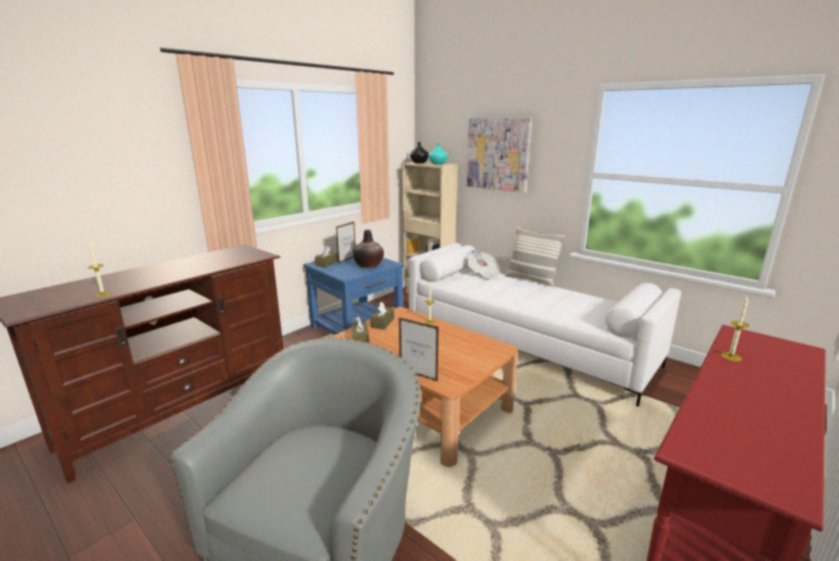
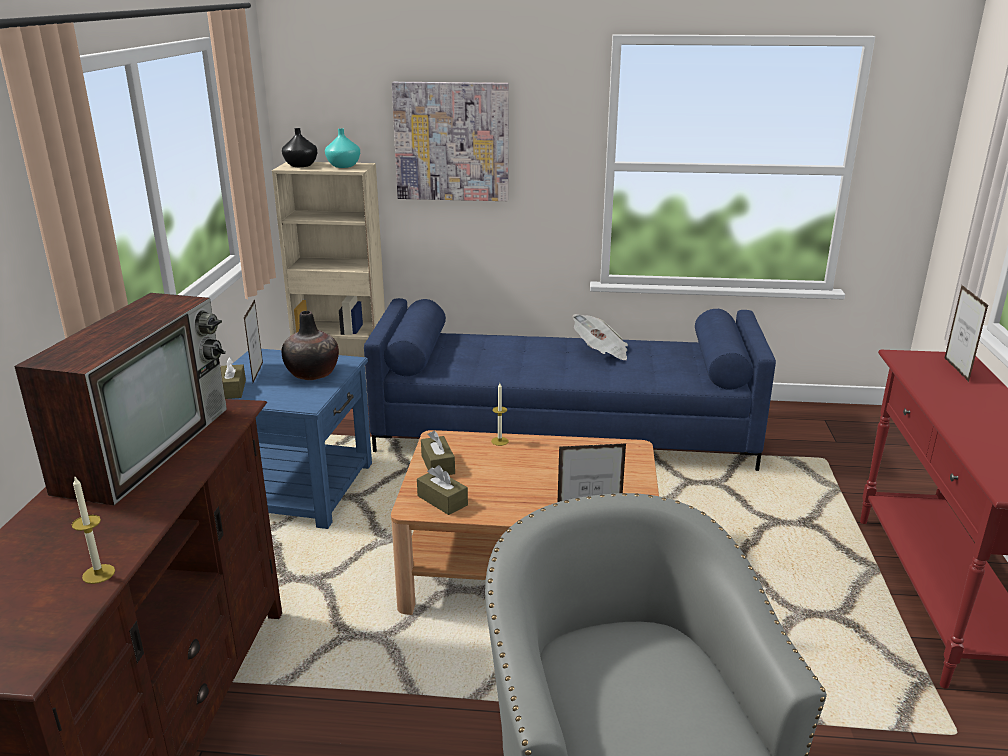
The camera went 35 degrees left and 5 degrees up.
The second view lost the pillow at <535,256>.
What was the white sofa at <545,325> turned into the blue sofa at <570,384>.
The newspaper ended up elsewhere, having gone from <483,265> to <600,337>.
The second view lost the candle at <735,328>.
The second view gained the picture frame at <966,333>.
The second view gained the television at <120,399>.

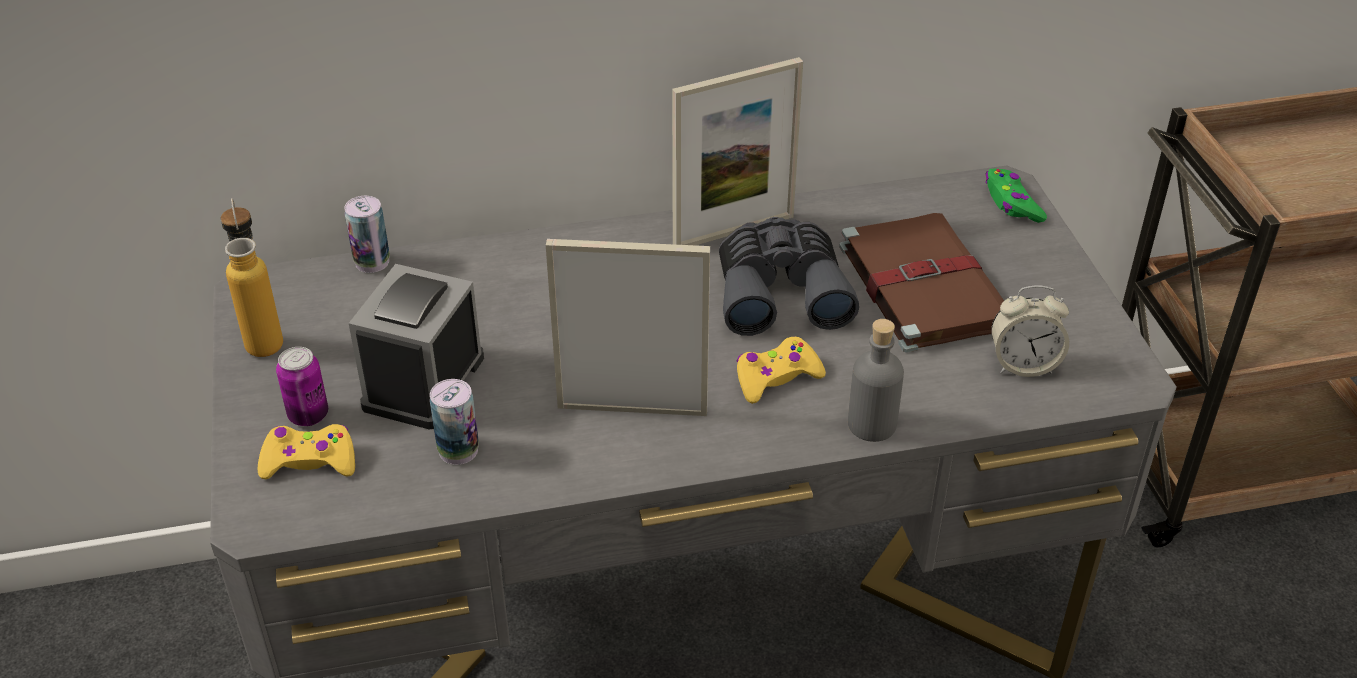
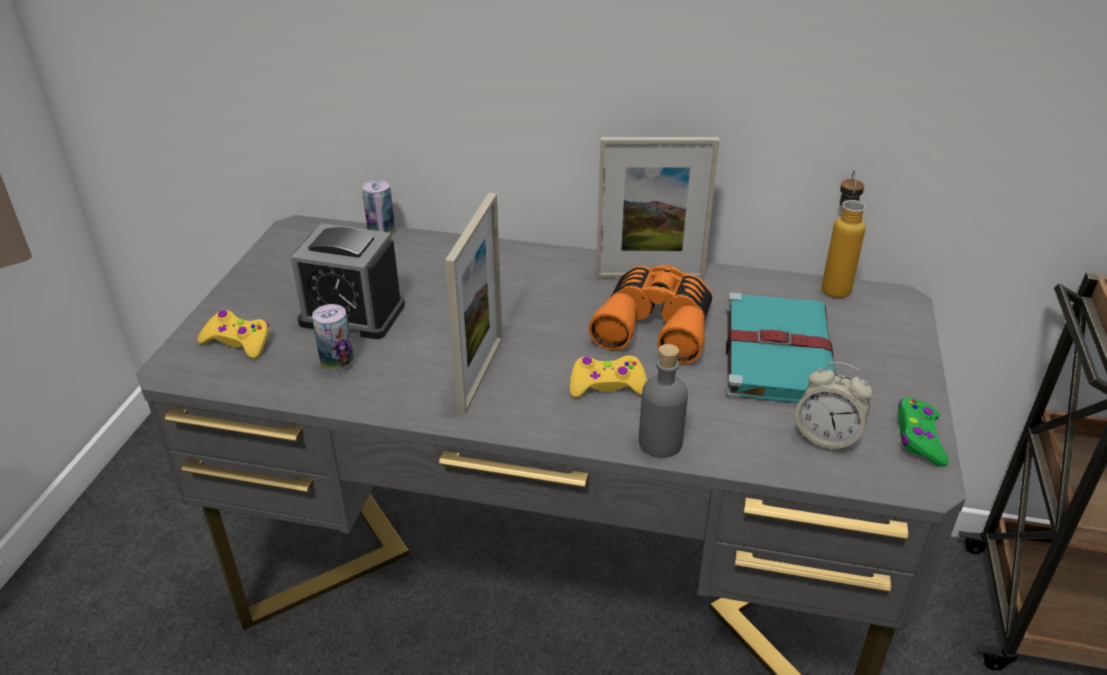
The camera went 25 degrees right and 5 degrees down.
The green game controller ended up elsewhere, having gone from <1016,195> to <923,432>.
The bottle ended up elsewhere, having gone from <252,277> to <844,234>.
What was the brown book at <921,283> turned into the turquoise book at <781,347>.
What was the grey binoculars at <789,276> turned into the orange binoculars at <650,314>.
The picture frame at <628,327> ended up facing another way, 75 degrees clockwise from before.
The alarm clock at <416,347> ended up facing another way, 120 degrees counterclockwise from before.
The second view lost the can at <302,386>.

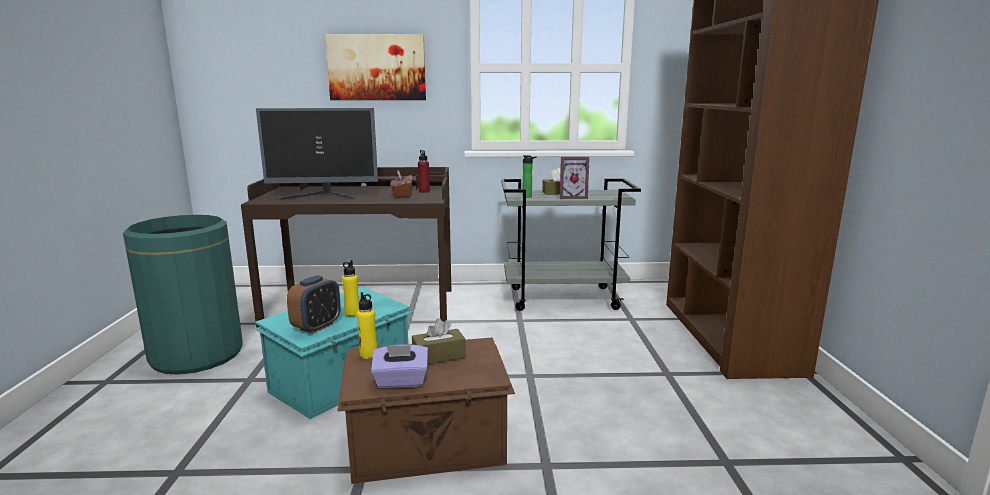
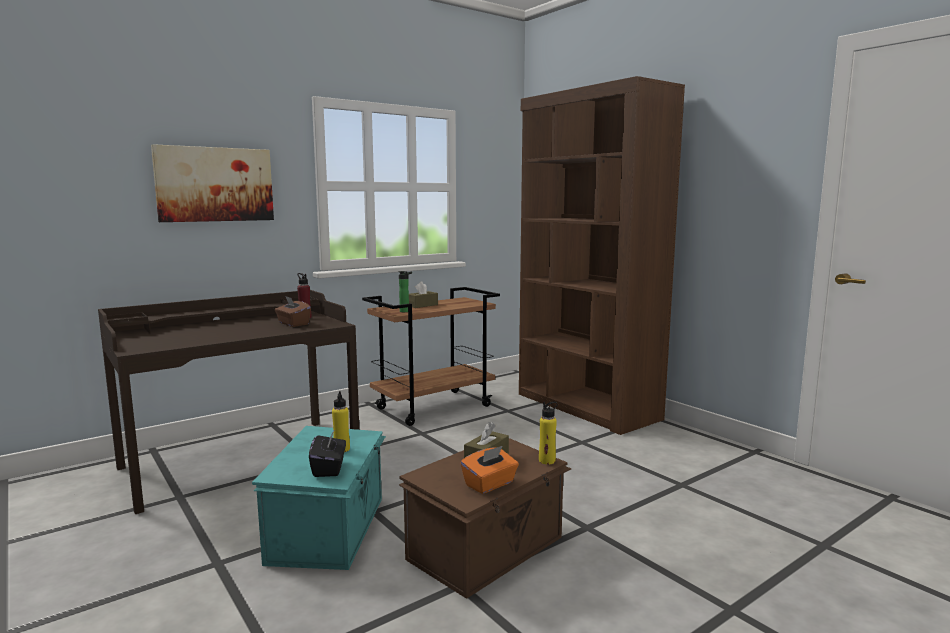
The camera went 35 degrees left and 5 degrees down.
The second view lost the monitor at <317,154>.
The second view lost the picture frame at <575,178>.
What was the grey cart at <571,244> turned into the brown cart at <431,356>.
The second view lost the green trash can at <183,295>.
Where the alarm clock stood at <314,304>, the black tissue box came to stand at <327,453>.
The yellow bottle ended up elsewhere, having gone from <367,325> to <548,433>.
What was the purple tissue box at <399,366> turned into the orange tissue box at <490,470>.

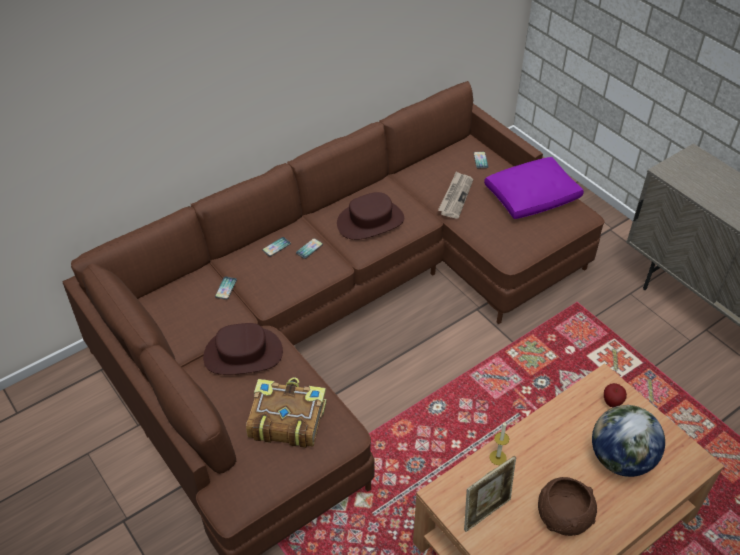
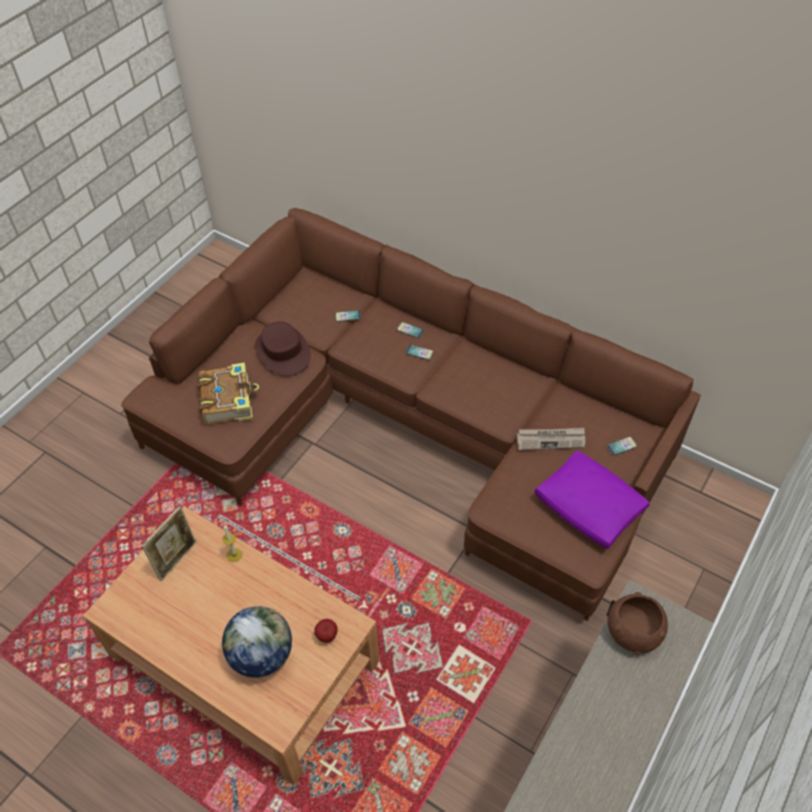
The camera went 70 degrees right and 5 degrees up.
The second view lost the brown hat at <370,216>.
The picture frame at <490,494> ended up facing another way, 90 degrees counterclockwise from before.
The brown bowl ended up elsewhere, having gone from <567,506> to <637,623>.

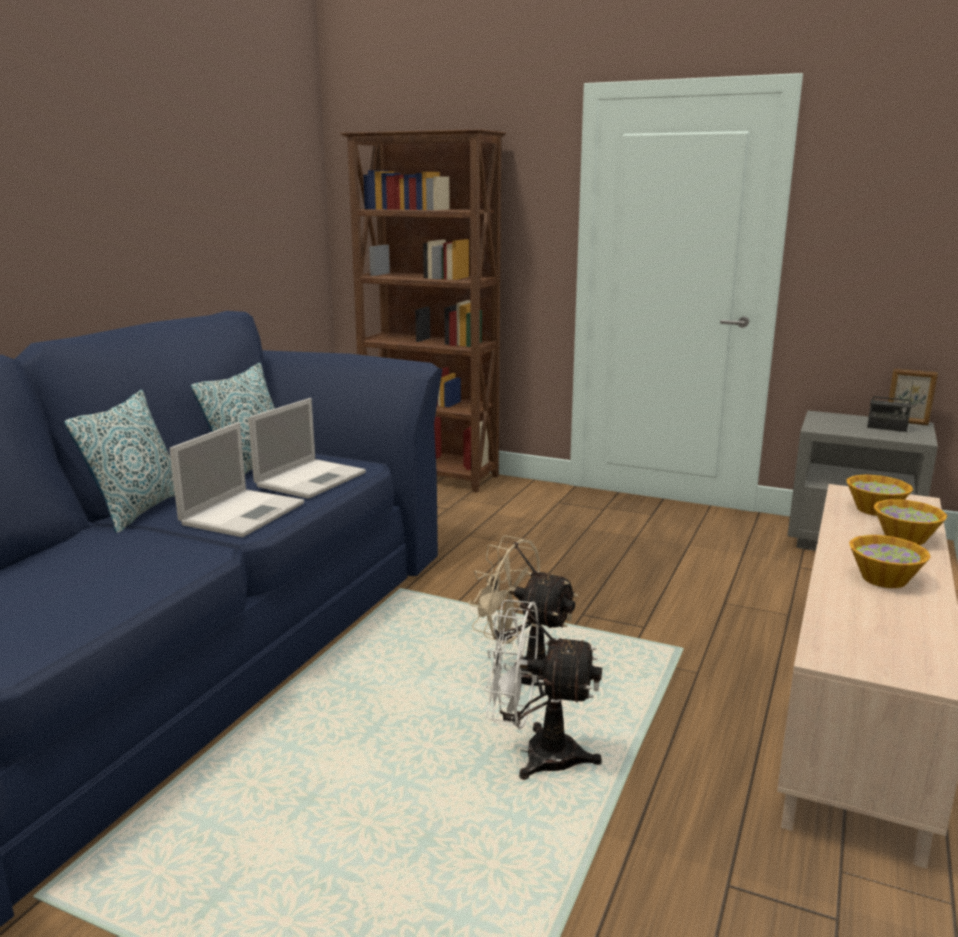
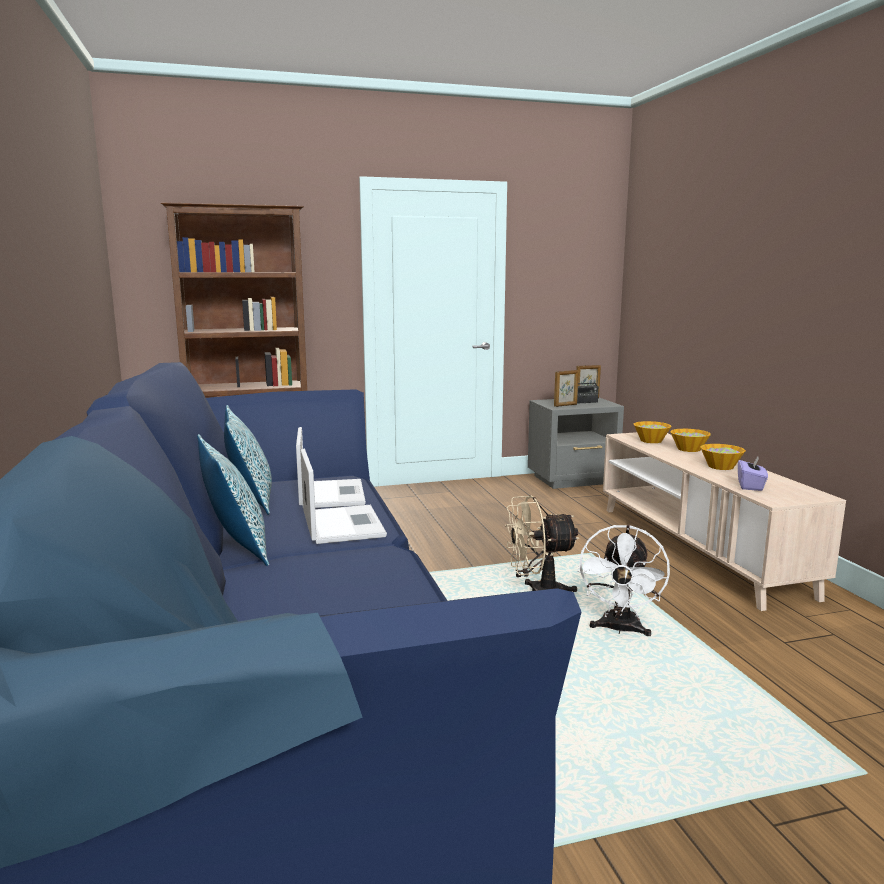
The camera went 40 degrees left and 5 degrees down.
The white fan at <543,690> ended up facing another way, 45 degrees counterclockwise from before.
The second view gained the picture frame at <566,388>.
The second view gained the purple tissue box at <753,473>.

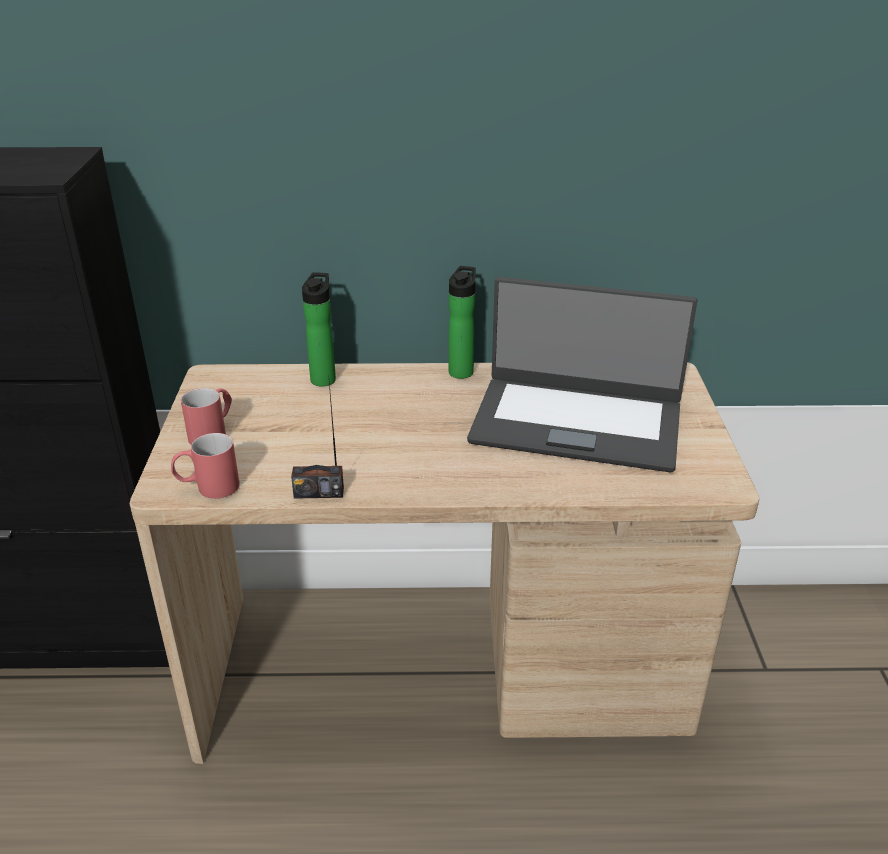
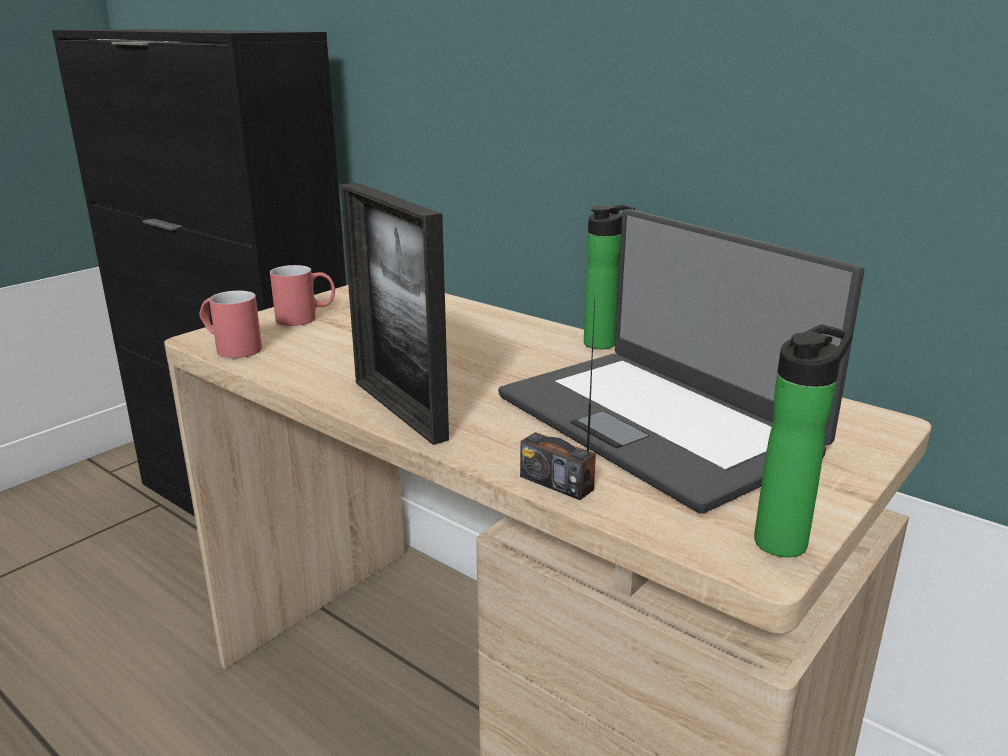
The camera went 40 degrees right and 10 degrees down.
The bottle ended up elsewhere, having gone from <319,329> to <803,441>.
The radio ended up elsewhere, having gone from <317,440> to <558,399>.
The second view gained the picture frame at <395,314>.

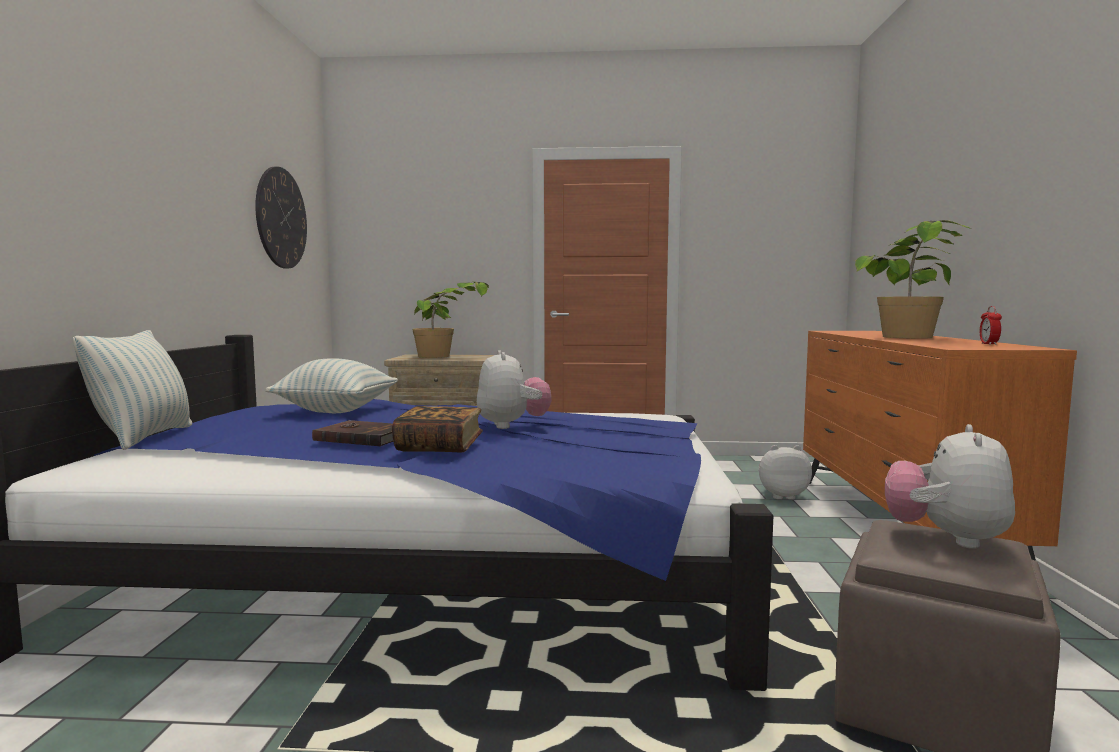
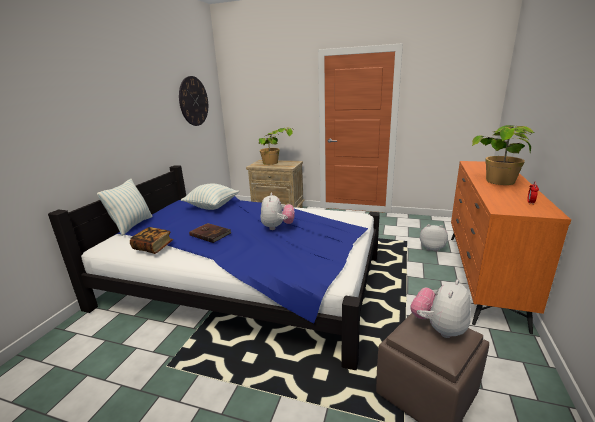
The camera went 15 degrees right and 15 degrees up.
The book ended up elsewhere, having gone from <437,429> to <151,240>.

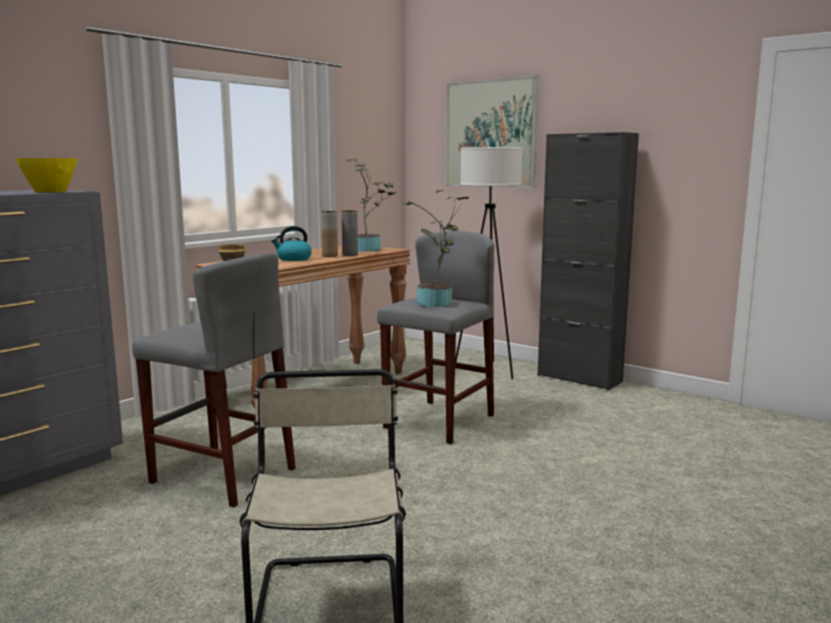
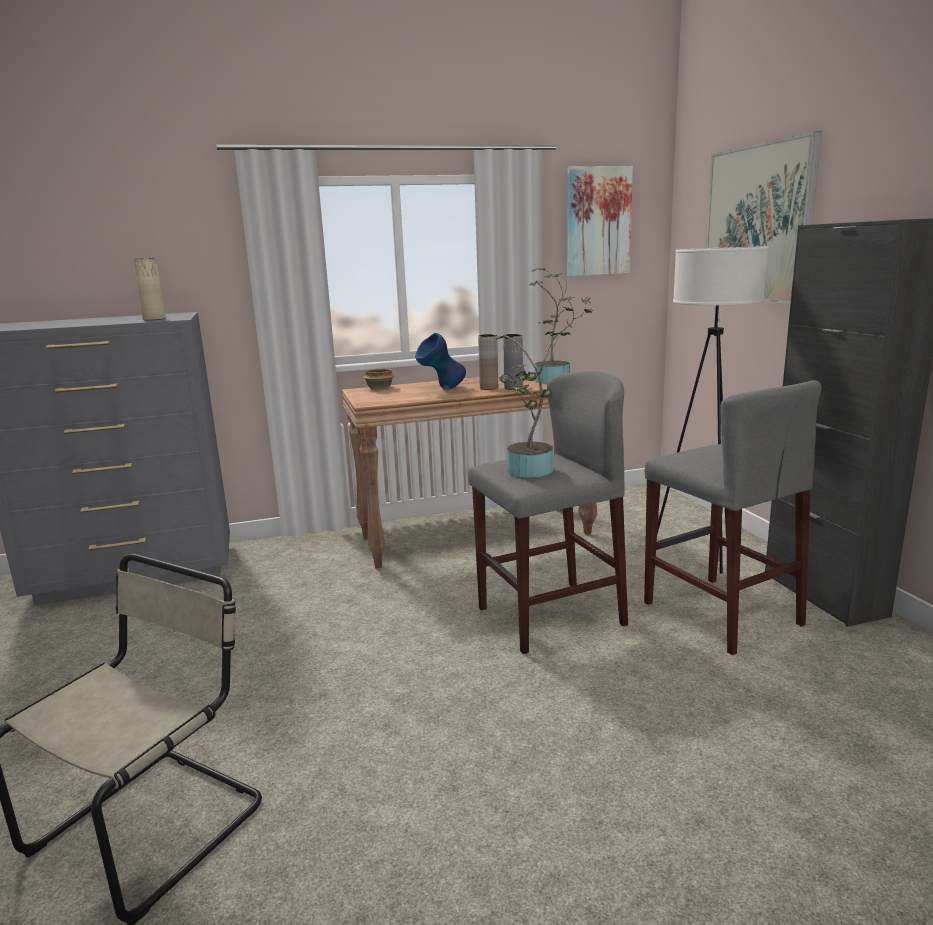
The camera went 35 degrees right and 5 degrees up.
Where the yellow bowl stood at <46,175>, the beige vase came to stand at <149,289>.
Where the kettle stood at <291,243>, the blue vase came to stand at <440,361>.
The grey stool ended up elsewhere, having gone from <214,380> to <732,517>.
The second view gained the picture at <600,221>.

